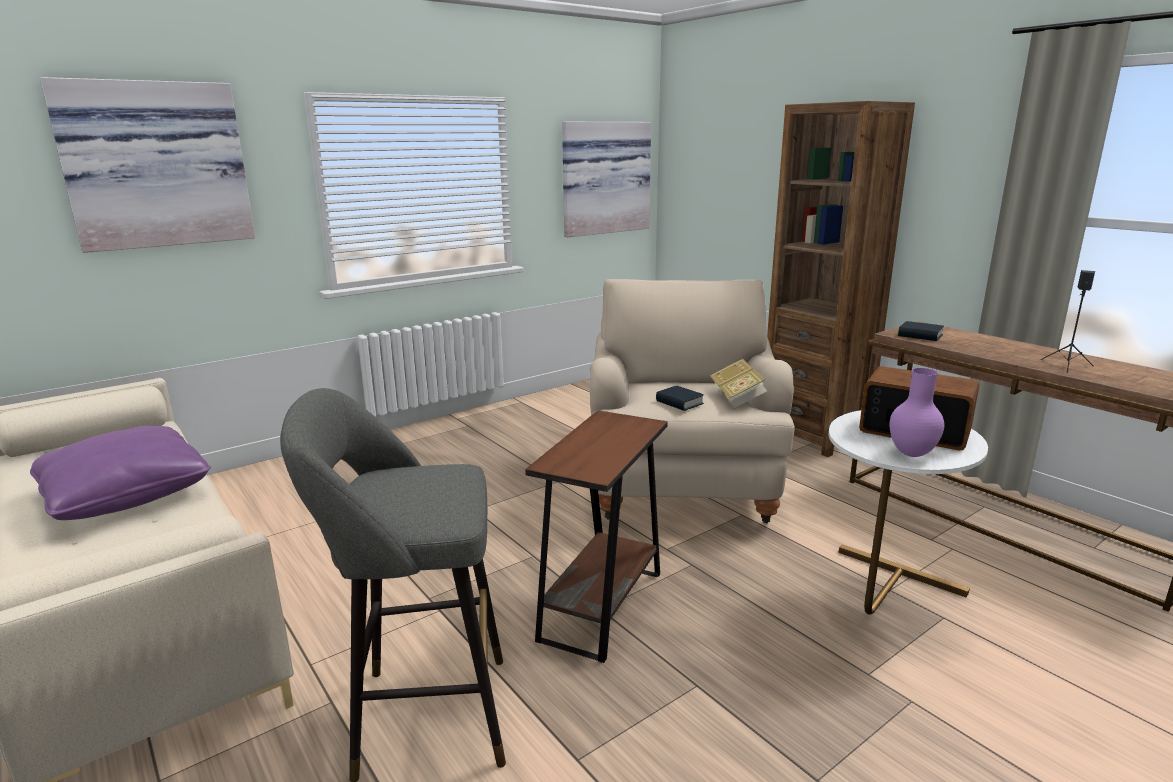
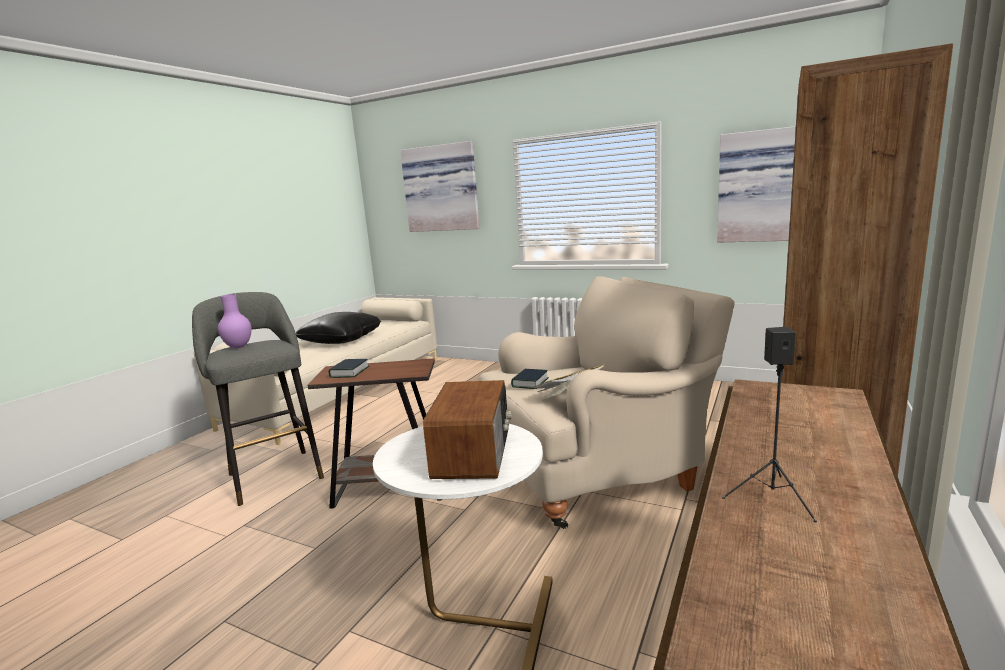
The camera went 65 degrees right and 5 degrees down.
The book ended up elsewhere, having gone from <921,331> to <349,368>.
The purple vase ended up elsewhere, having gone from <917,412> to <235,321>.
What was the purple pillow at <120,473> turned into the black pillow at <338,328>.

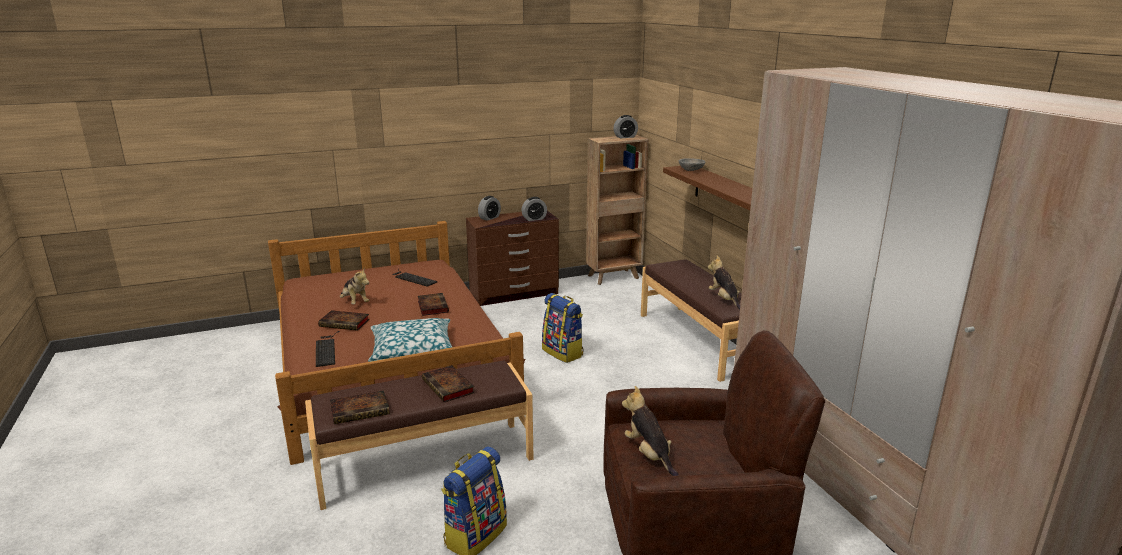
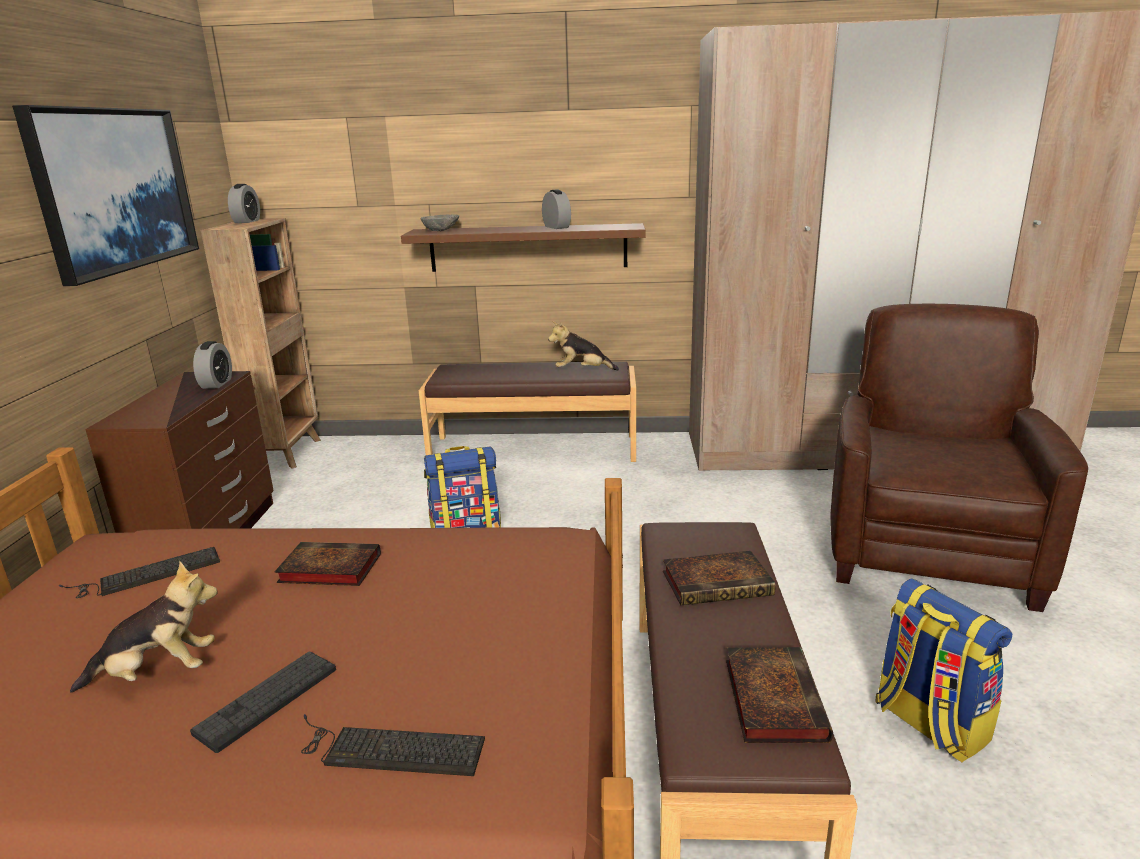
The camera went 65 degrees left and 0 degrees up.
The alarm clock ended up elsewhere, having gone from <489,208> to <556,209>.
Where the book stood at <344,320>, the keyboard came to stand at <263,702>.
The second view lost the pillow at <410,340>.
The second view lost the plush toy at <650,431>.
The second view gained the picture at <105,195>.

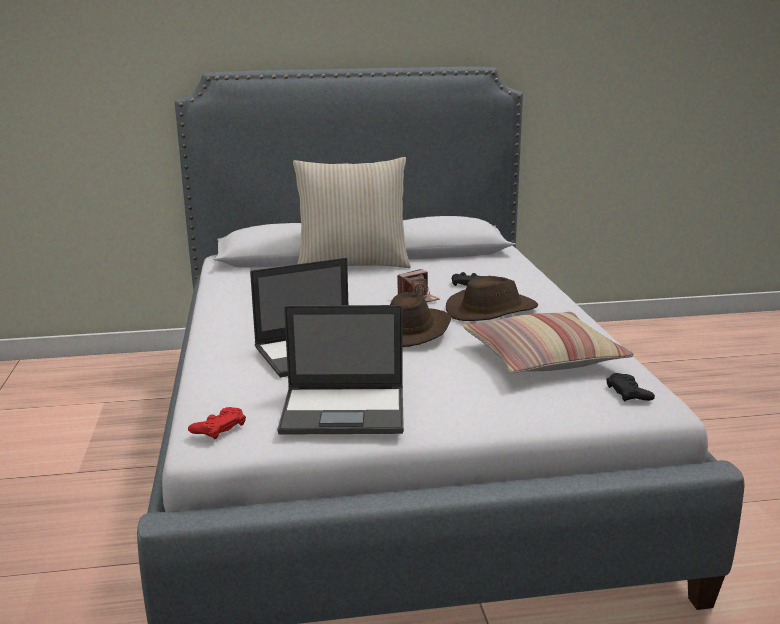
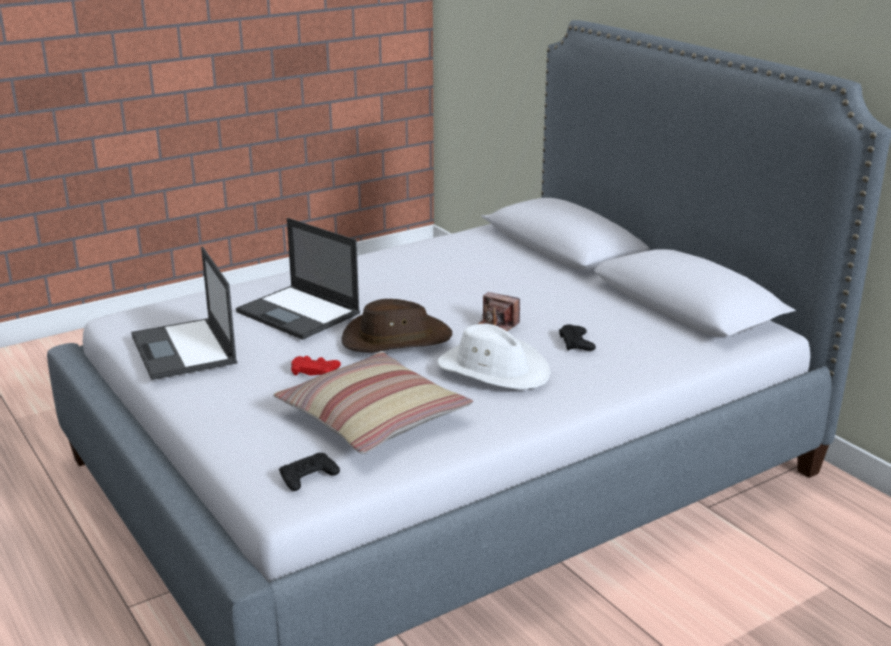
The camera went 65 degrees right and 5 degrees up.
The second view lost the beige pillow at <352,212>.
What was the brown hat at <492,298> turned into the white hat at <493,356>.
The red game controller ended up elsewhere, having gone from <217,423> to <316,366>.

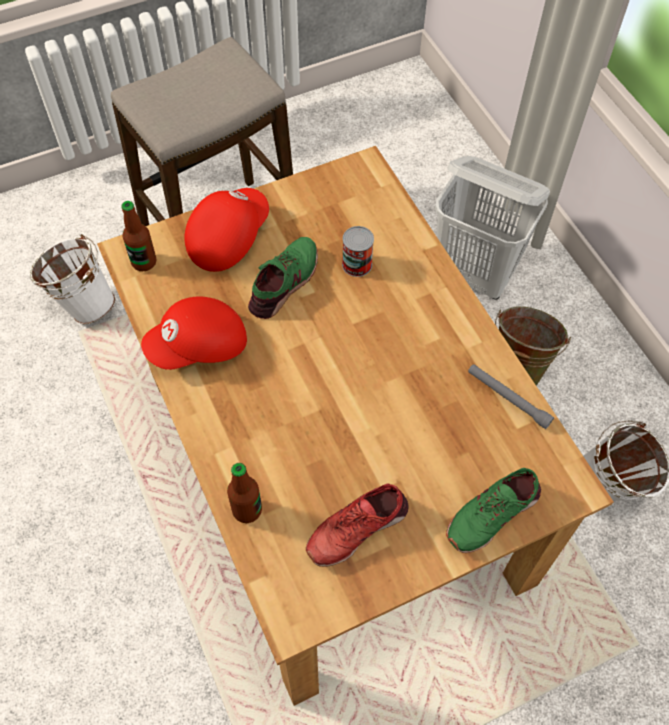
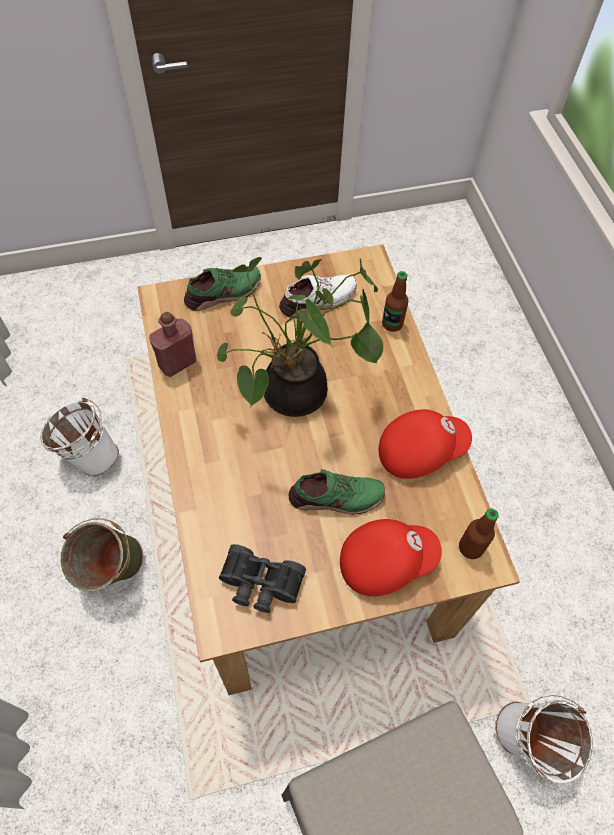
The camera went 170 degrees left and 0 degrees up.
The second view lost the white laundry basket at <492,227>.
The red cap at <226,230> ended up facing another way, 150 degrees counterclockwise from before.
The second view lost the can at <358,251>.
The green shoe at <283,278> ended up facing another way, 135 degrees counterclockwise from before.
Where the grey flashlight stood at <511,396>, the red bottle came to stand at <172,344>.
What was the red shoe at <357,525> turned into the white shoe at <318,295>.
The second view gained the potted plant at <299,337>.
The second view gained the black binoculars at <262,578>.

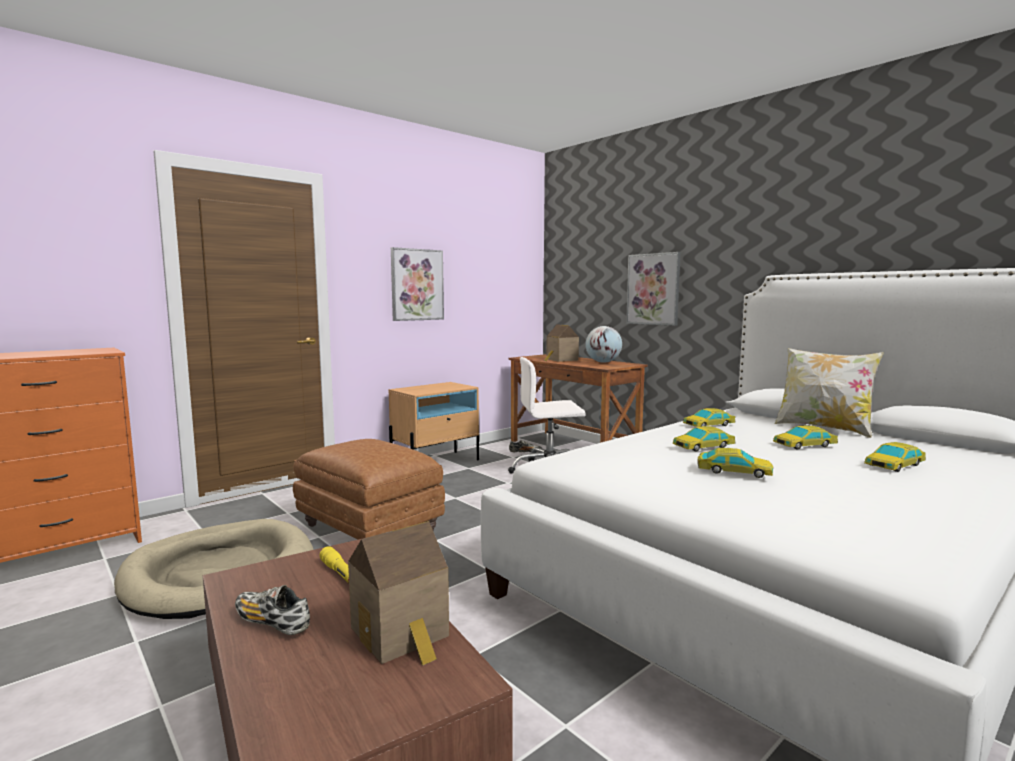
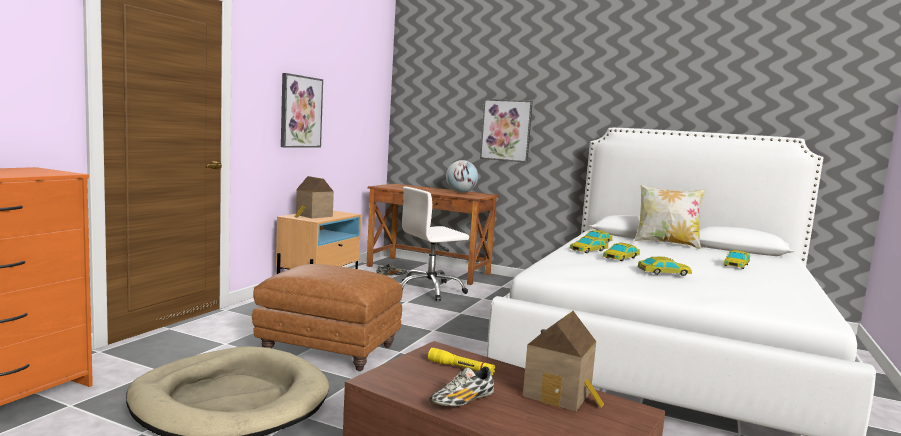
The camera went 25 degrees left and 0 degrees up.
The toy house ended up elsewhere, having gone from <561,343> to <314,197>.
The toy car ended up elsewhere, having gone from <805,437> to <589,244>.
The shoe at <272,610> ended up facing another way, 45 degrees counterclockwise from before.

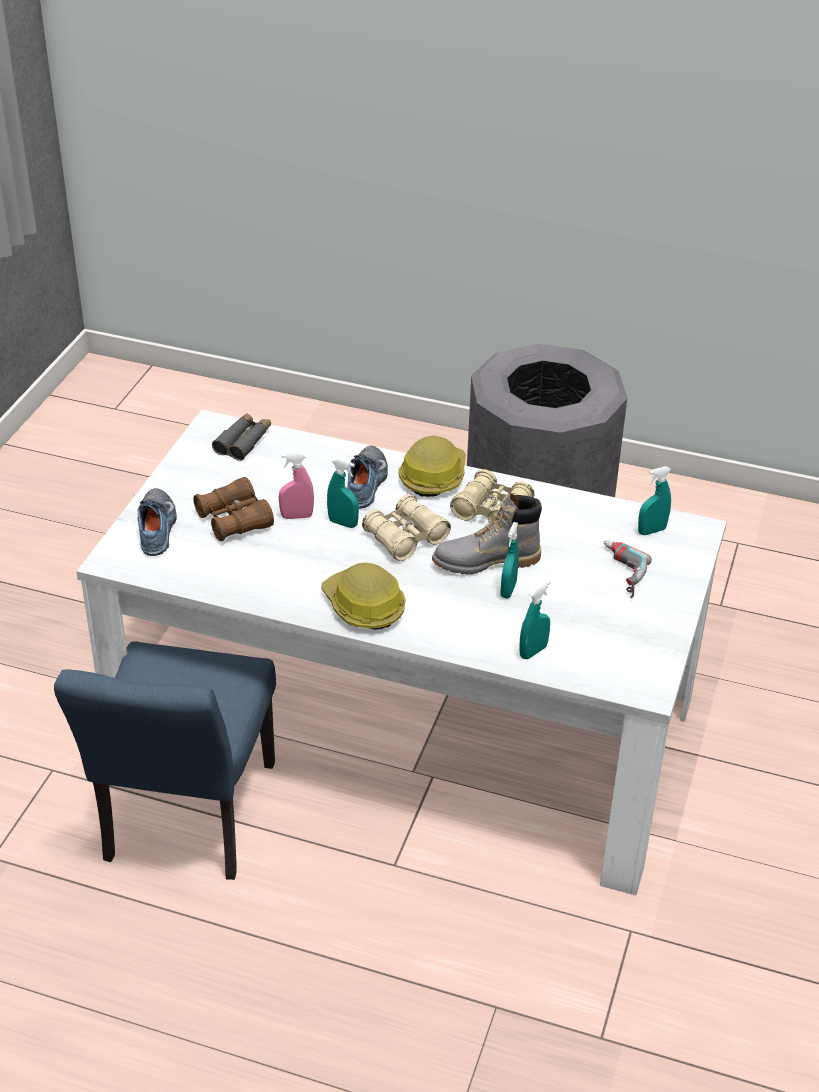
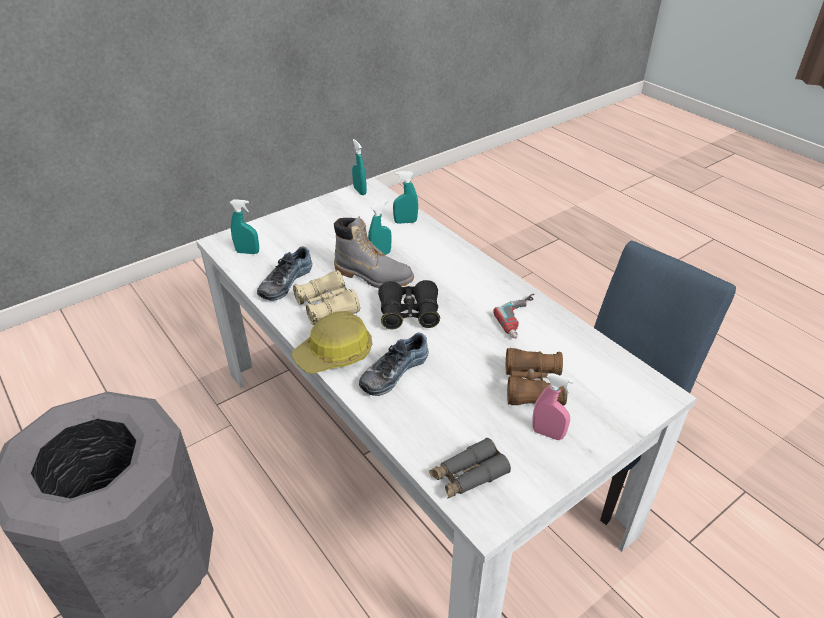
The camera went 145 degrees left and 0 degrees up.
The pink spray bottle ended up elsewhere, having gone from <296,486> to <553,406>.
The turquoise spray bottle ended up elsewhere, having gone from <343,493> to <359,167>.
The shoe ended up elsewhere, having gone from <157,522> to <284,273>.
What was the beige binoculars at <406,527> turned into the black binoculars at <409,304>.
The power drill ended up elsewhere, having gone from <628,569> to <514,316>.
The second view lost the hard hat at <363,596>.

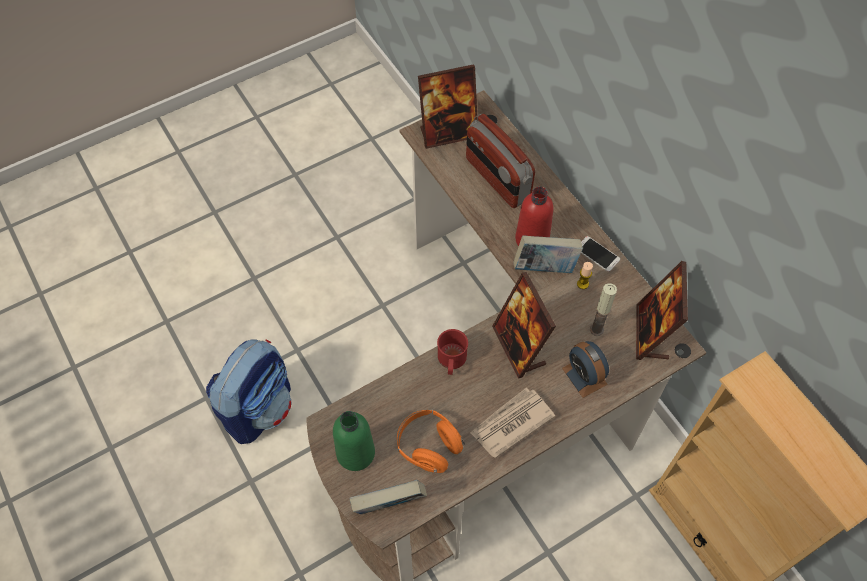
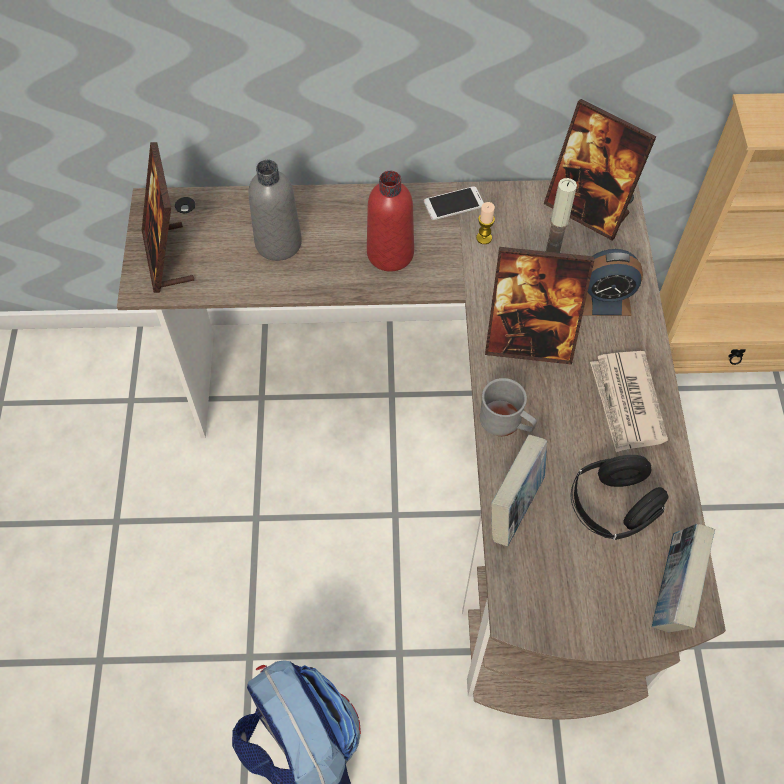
The camera went 60 degrees left and 0 degrees up.
The picture frame at <447,106> ended up facing another way, 150 degrees clockwise from before.
Where the radio stood at <500,161>, the grey bottle came to stand at <275,210>.
The book ended up elsewhere, having gone from <548,254> to <519,490>.
What was the red mug at <452,352> turned into the grey mug at <508,407>.
What was the orange headphones at <431,441> turned into the black headphones at <620,497>.
The second view lost the green bottle at <354,441>.

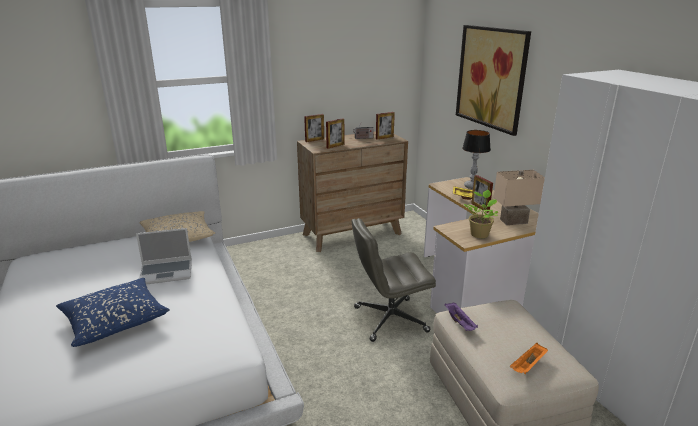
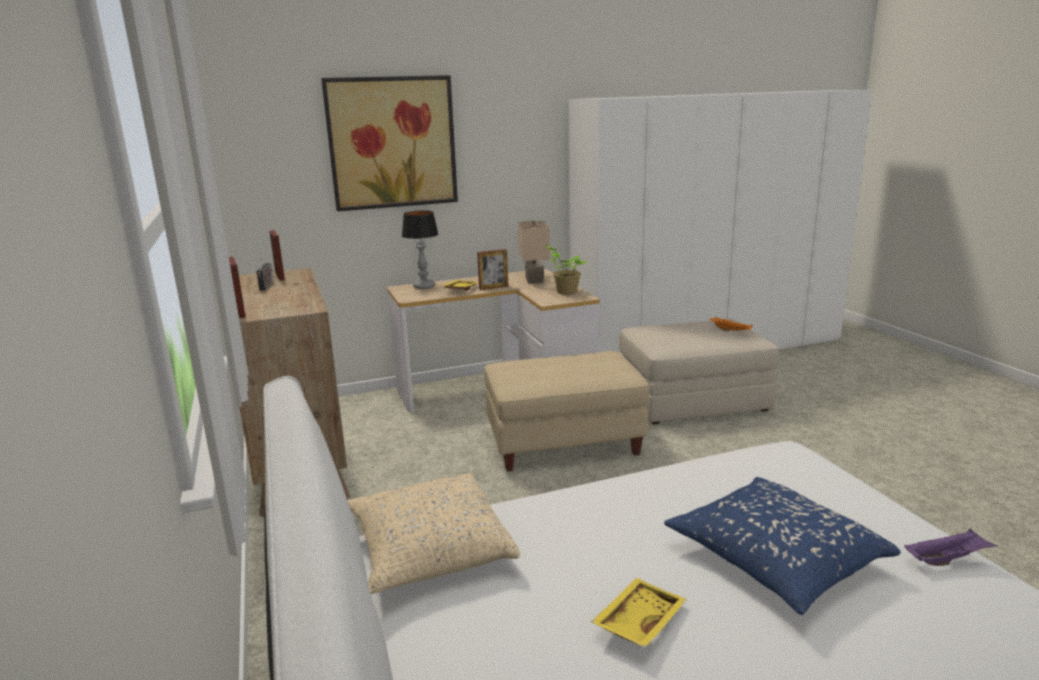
The camera went 85 degrees left and 5 degrees down.
The second view lost the picture frame at <335,133>.
Where the grey office chair stood at <394,280>, the beige ottoman came to stand at <566,411>.
The second view lost the laptop at <164,256>.
The purple tray ended up elsewhere, having gone from <461,316> to <951,547>.
The second view gained the yellow tray at <639,612>.

